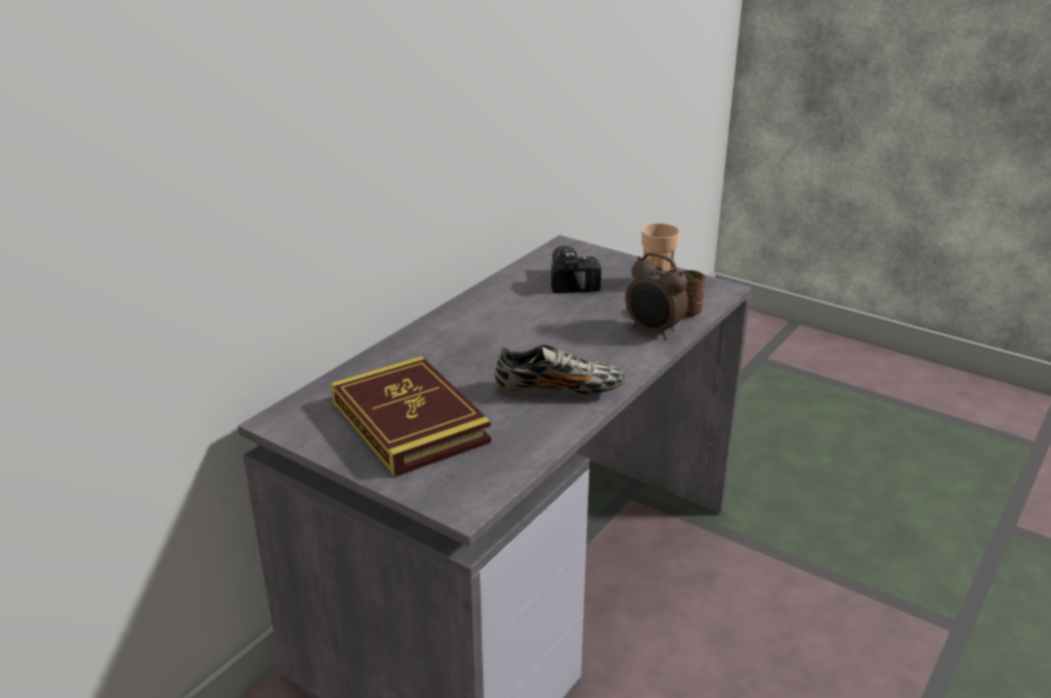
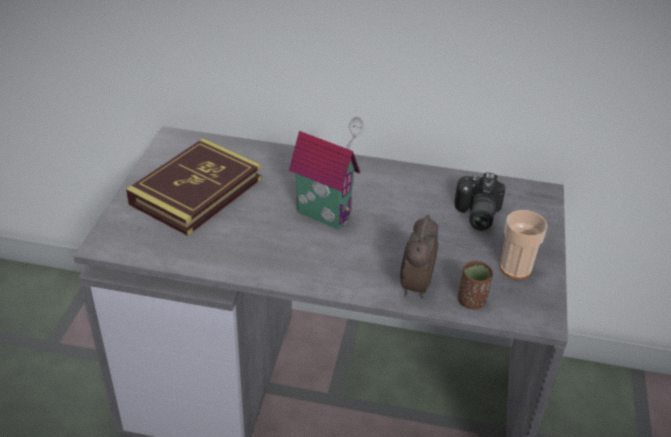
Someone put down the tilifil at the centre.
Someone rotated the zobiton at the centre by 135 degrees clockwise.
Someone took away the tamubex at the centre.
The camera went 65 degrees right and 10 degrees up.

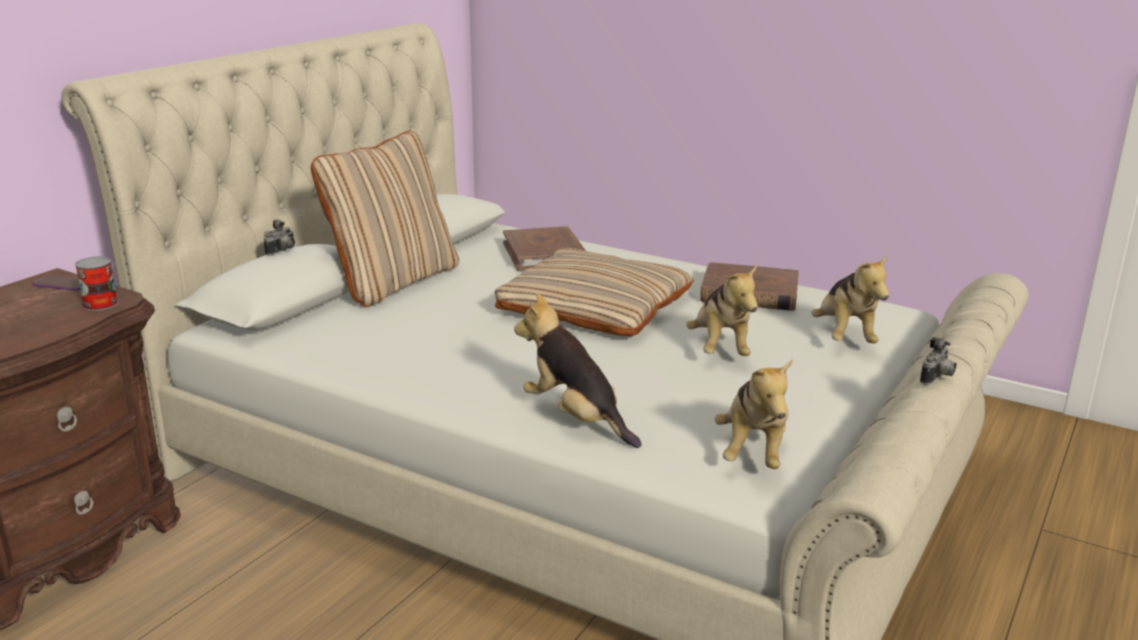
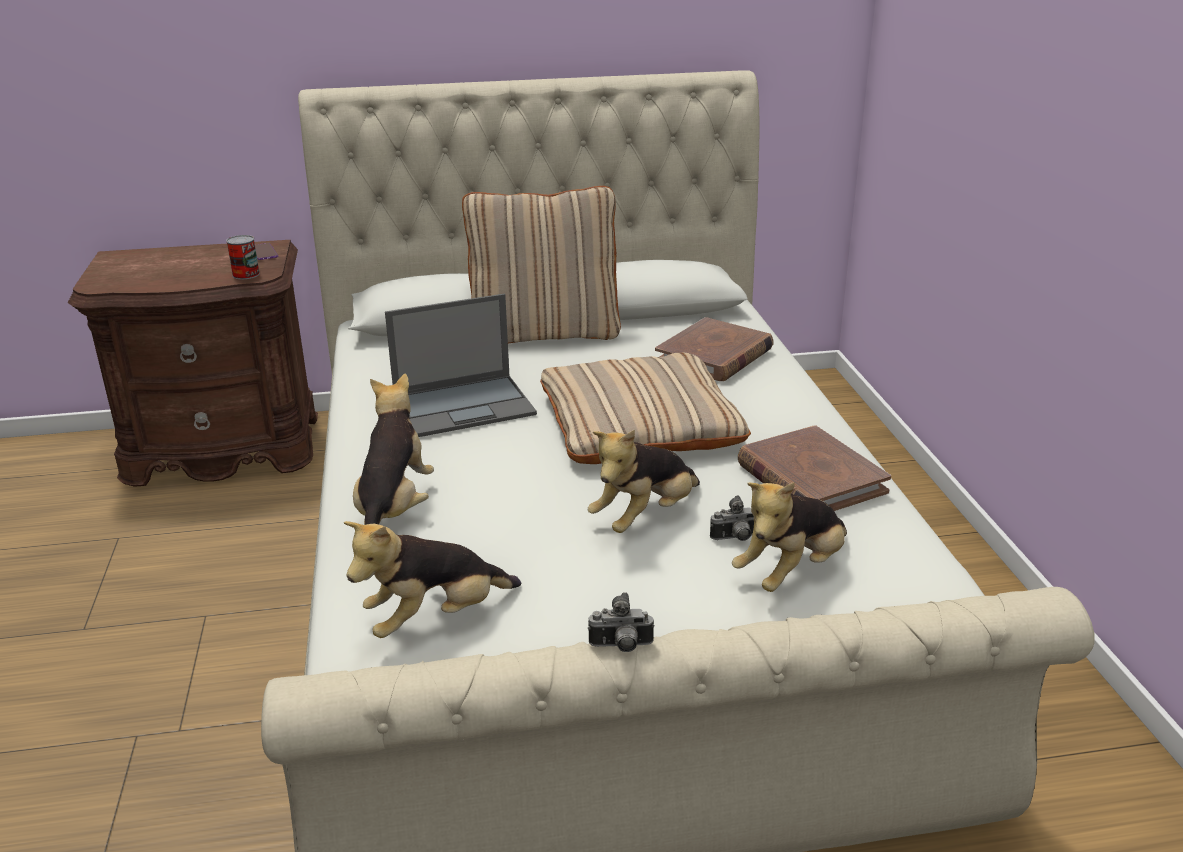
Someone put down the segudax at the centre.
Someone carried the zobiton (no. 1 from left in the first image) from the middle left to the centre.
The camera went 50 degrees right and 5 degrees up.

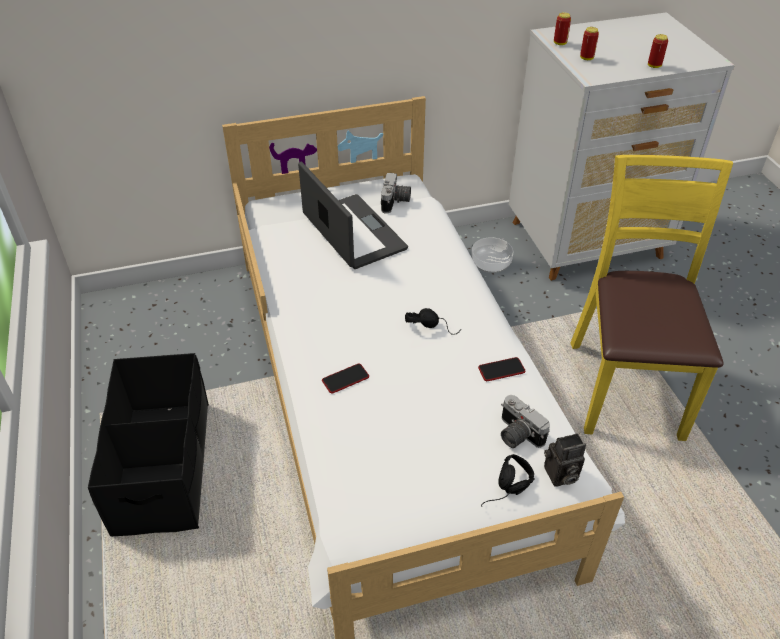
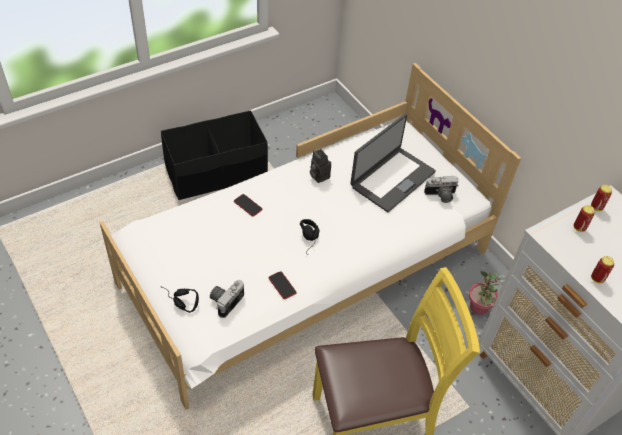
Someone carried the zobiton (no. 3 from left in the first image) from the bottom right to the centre.
Someone swapped the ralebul at the centre for the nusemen at the bottom right.
The camera went 70 degrees right and 5 degrees up.

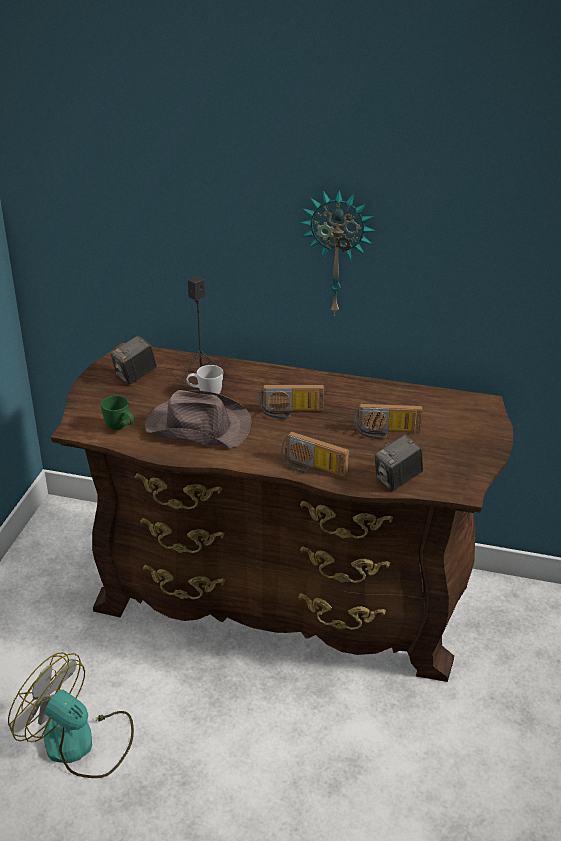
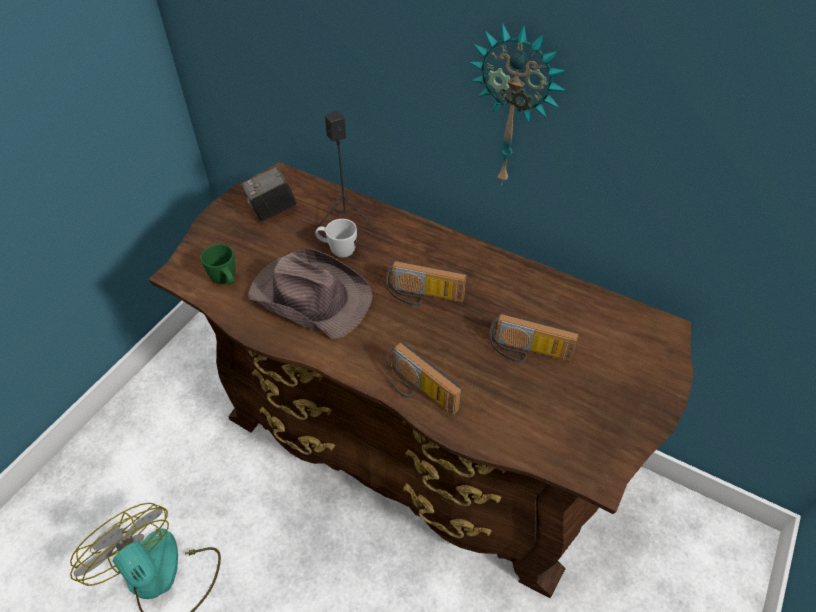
Someone took away the zobiton (no. 2 from left) at the middle right.
The camera went 15 degrees right and 15 degrees up.

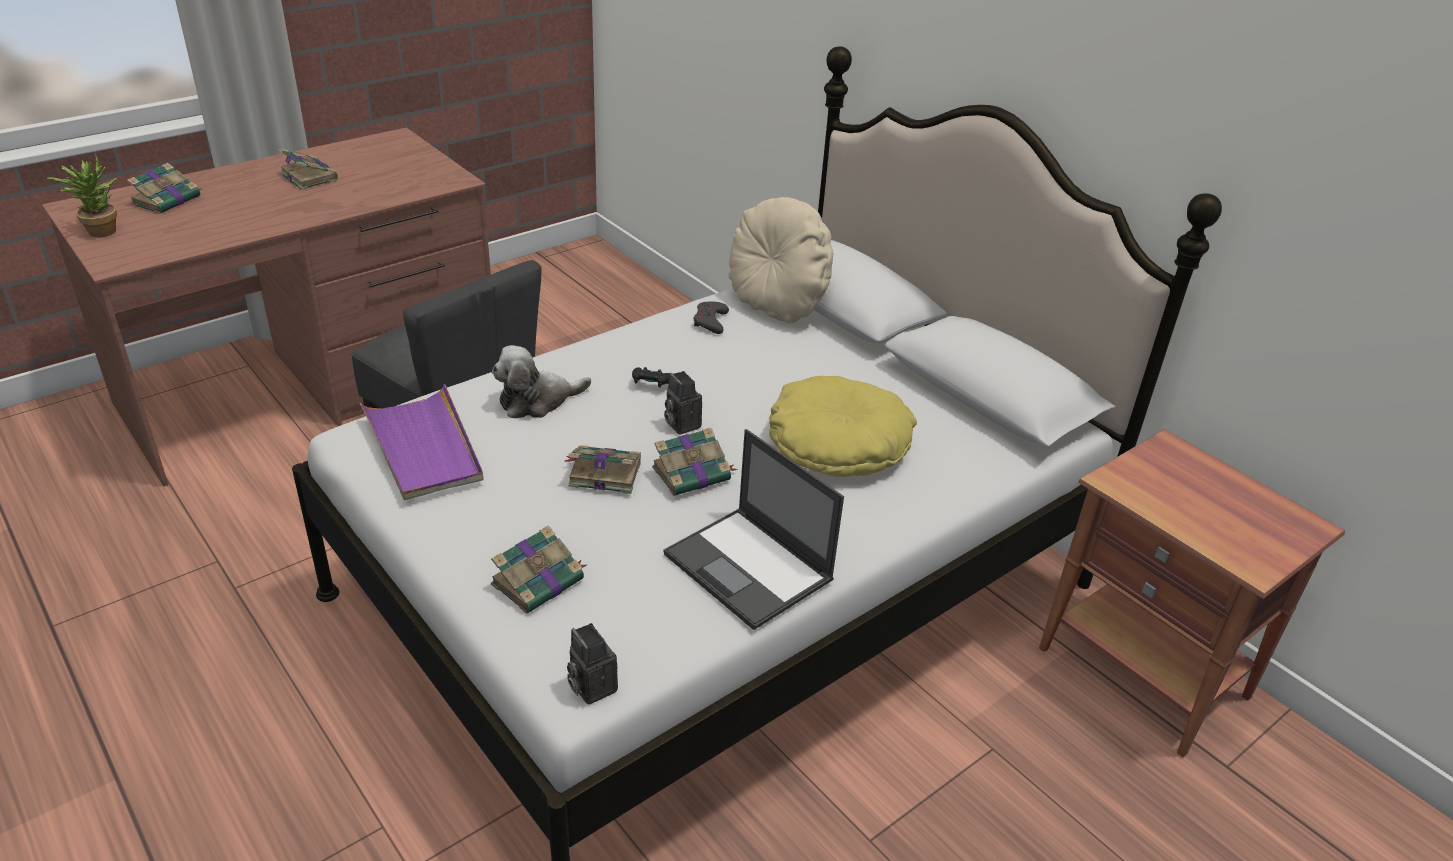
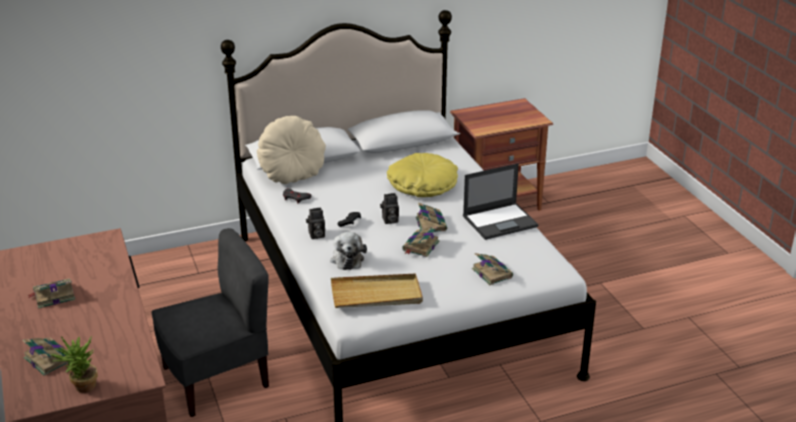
Someone carried the zobiton (no. 1 from left) from the bottom centre to the centre.
Someone repainted the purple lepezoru at the middle left, which became the beige lepezoru at the bottom centre.
The camera went 70 degrees left and 5 degrees down.

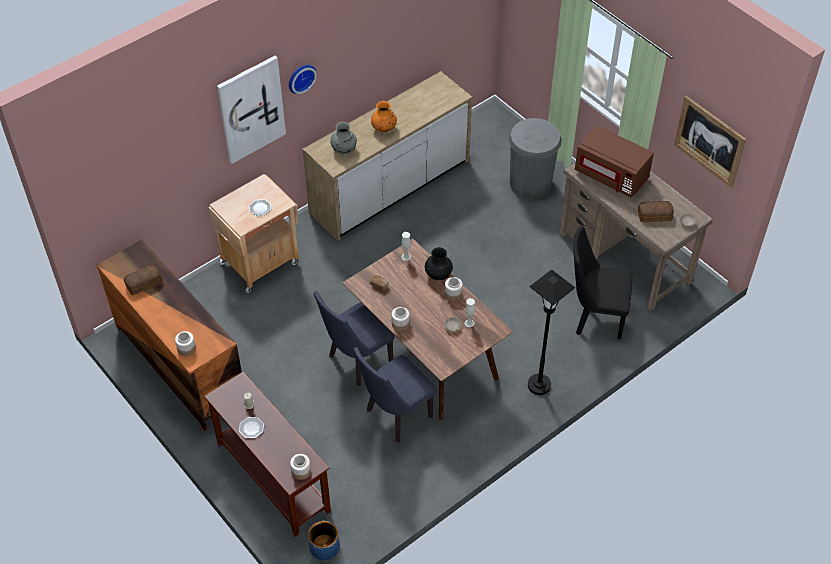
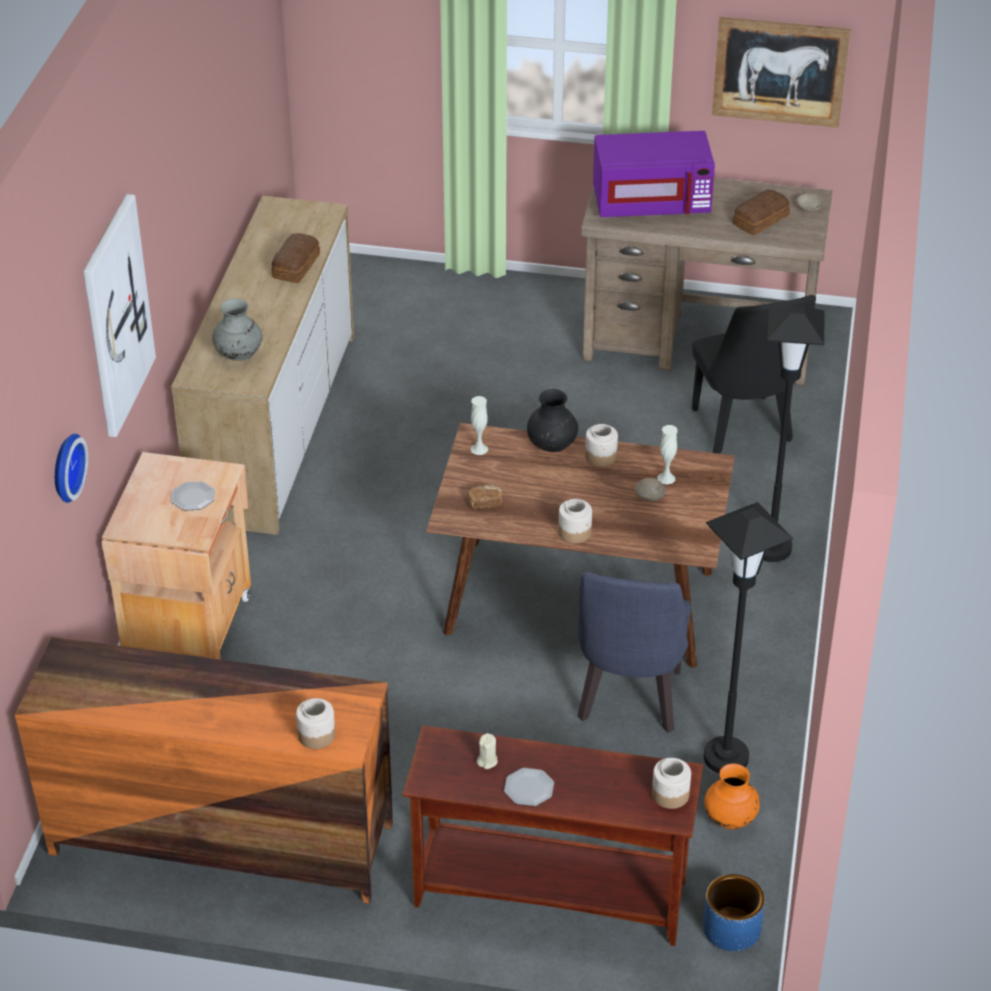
Someone carried the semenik from the top centre to the middle left.
Someone carried the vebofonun (no. 1 from left) from the middle left to the top left.
Someone repainted the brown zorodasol at the top right, which became the purple zorodasol at the top centre.
Someone rotated the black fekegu at the middle right by 75 degrees counterclockwise.
Someone put down the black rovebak (no. 1 from left) at the middle right.
Someone carried the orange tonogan from the top centre to the bottom right.
Someone took away the blue fekegu (no. 1 from left) at the centre.
Someone took away the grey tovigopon at the top centre.
The camera went 40 degrees left and 10 degrees down.

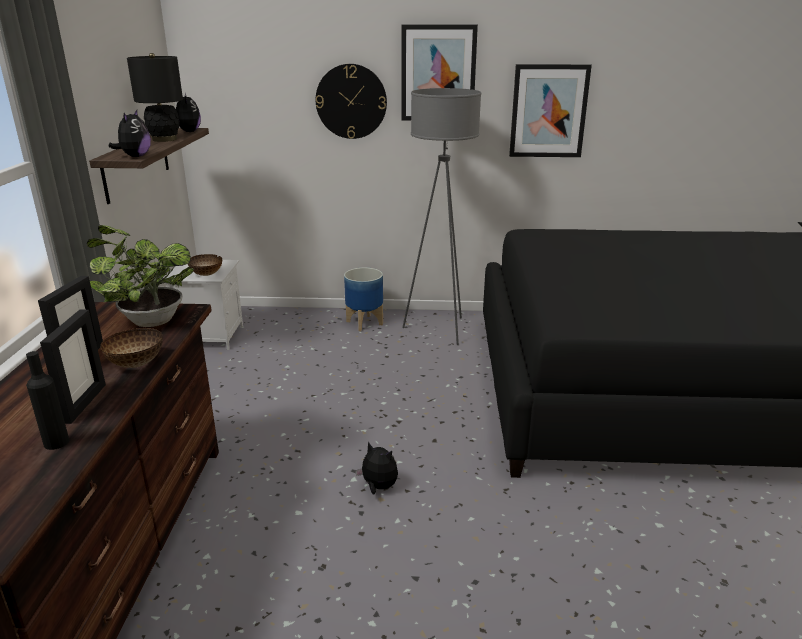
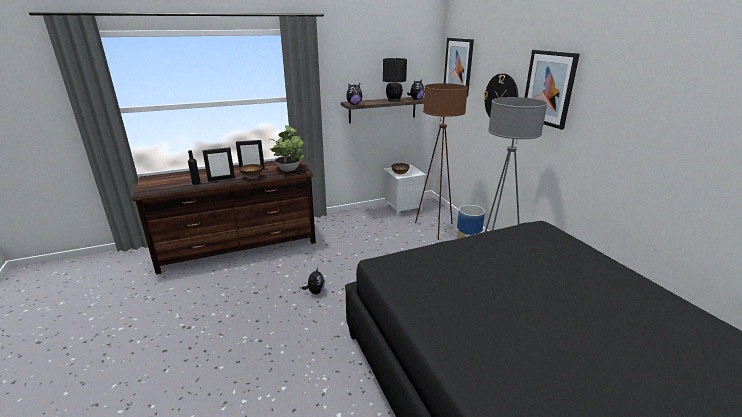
Someone put down the brown rovebak at the centre.
Someone carried the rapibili (no. 2 from left in the first image) from the top right to the top centre.
The camera went 65 degrees right and 0 degrees up.

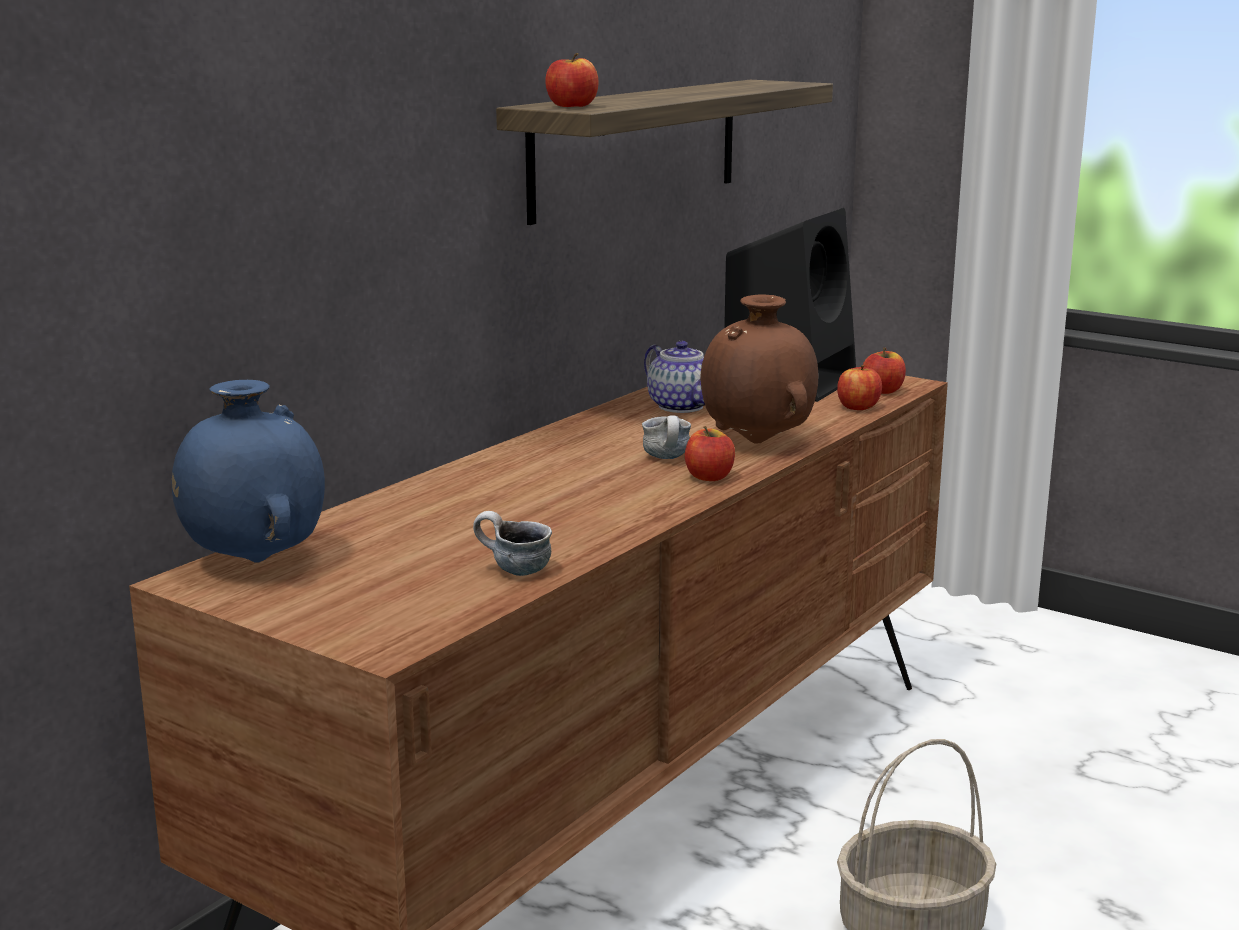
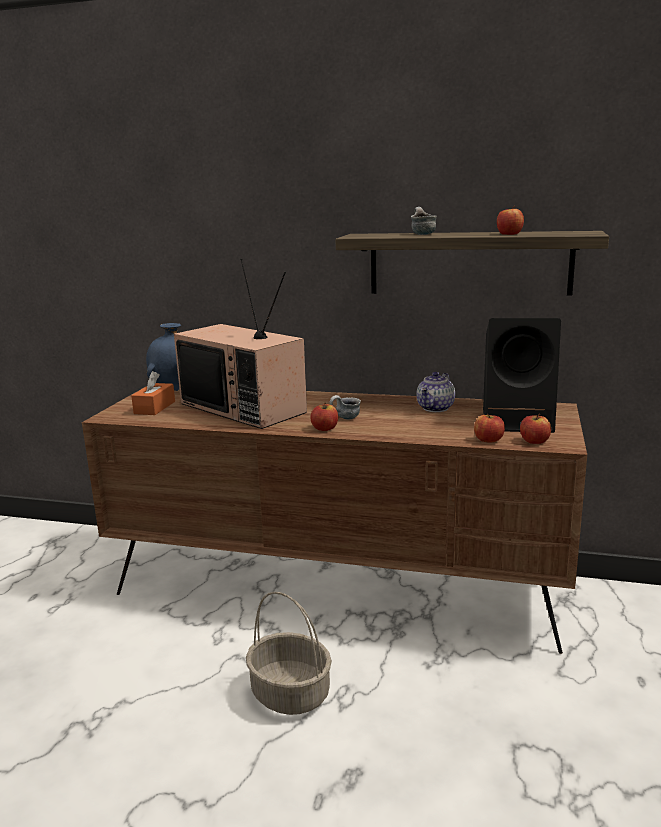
Someone put down the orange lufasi at the middle left.
Someone put down the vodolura at the centre.
Someone carried the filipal (no. 1 from left in the first image) from the centre to the top centre.
Someone carried the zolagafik (no. 1 from left in the first image) from the top centre to the top right.
Someone took away the brown tonogan at the centre.
The camera went 70 degrees right and 0 degrees up.

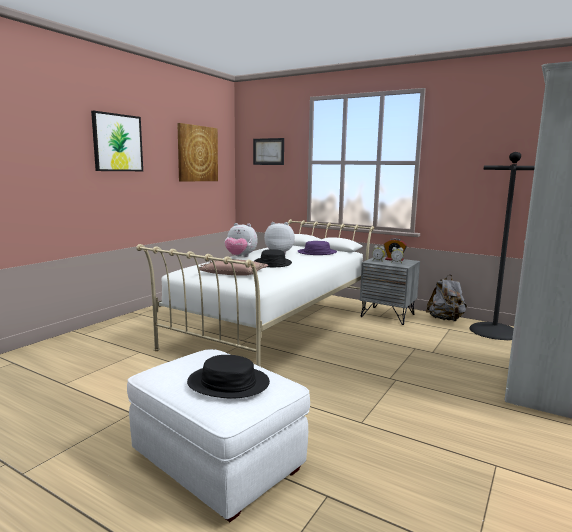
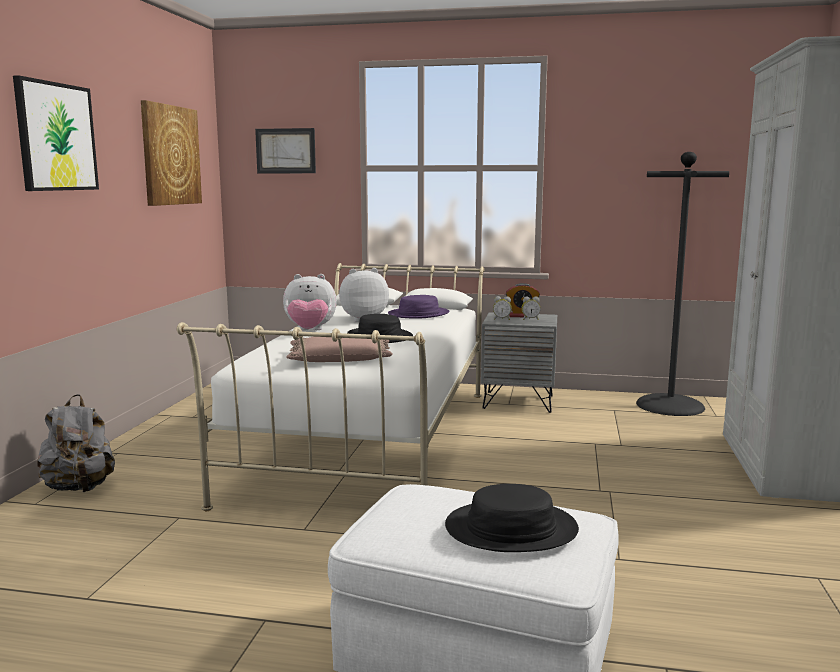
Someone carried the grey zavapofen from the middle right to the middle left.
The camera went 20 degrees left and 0 degrees up.

